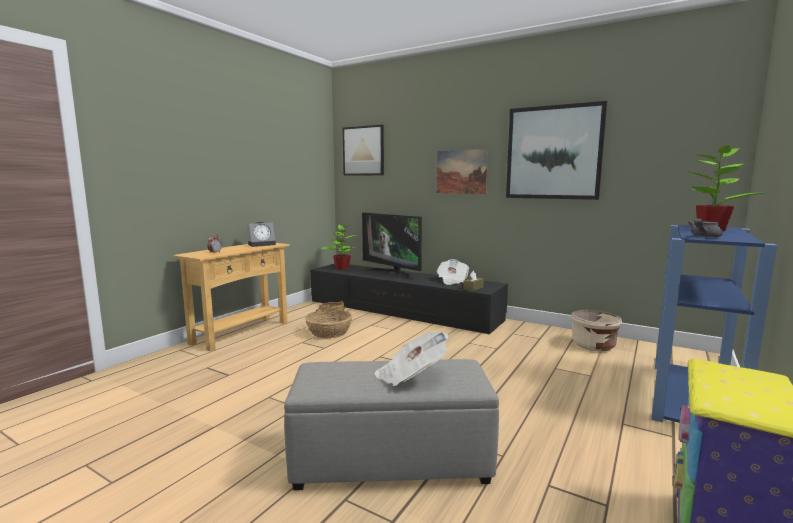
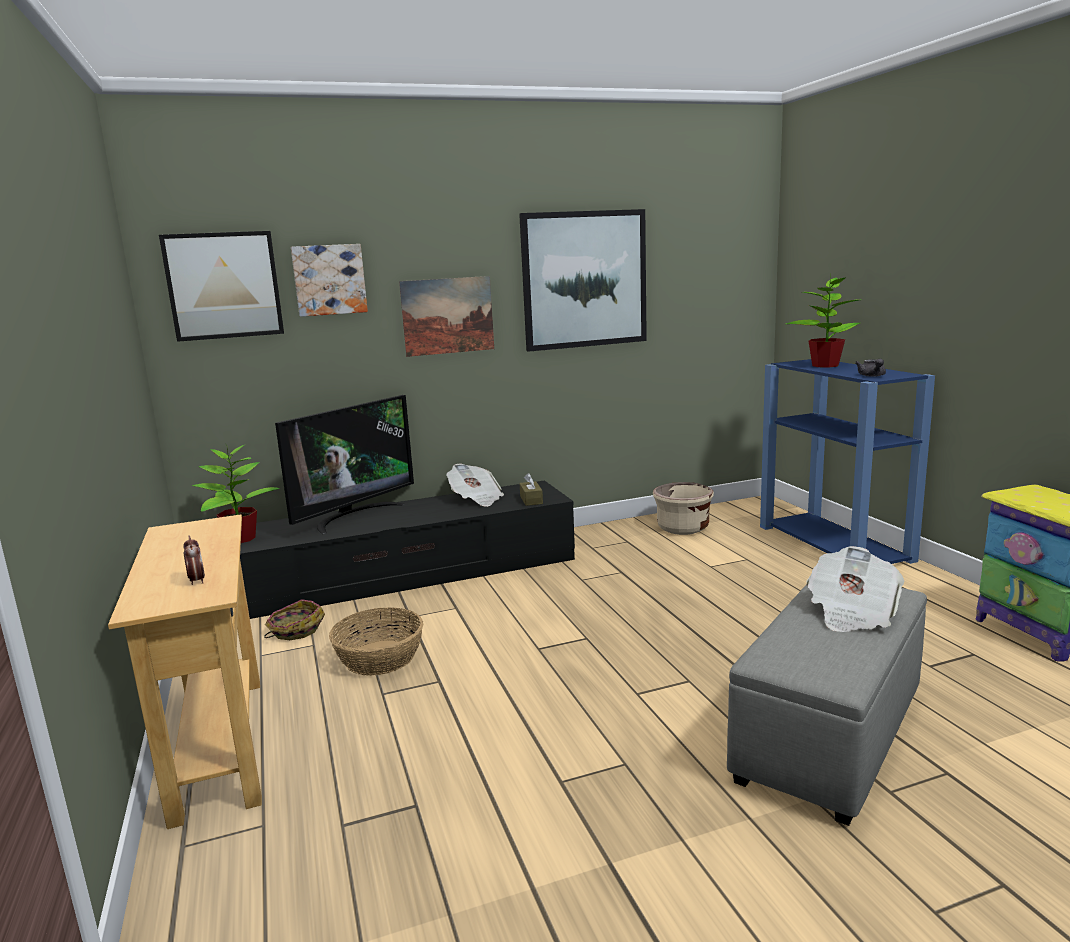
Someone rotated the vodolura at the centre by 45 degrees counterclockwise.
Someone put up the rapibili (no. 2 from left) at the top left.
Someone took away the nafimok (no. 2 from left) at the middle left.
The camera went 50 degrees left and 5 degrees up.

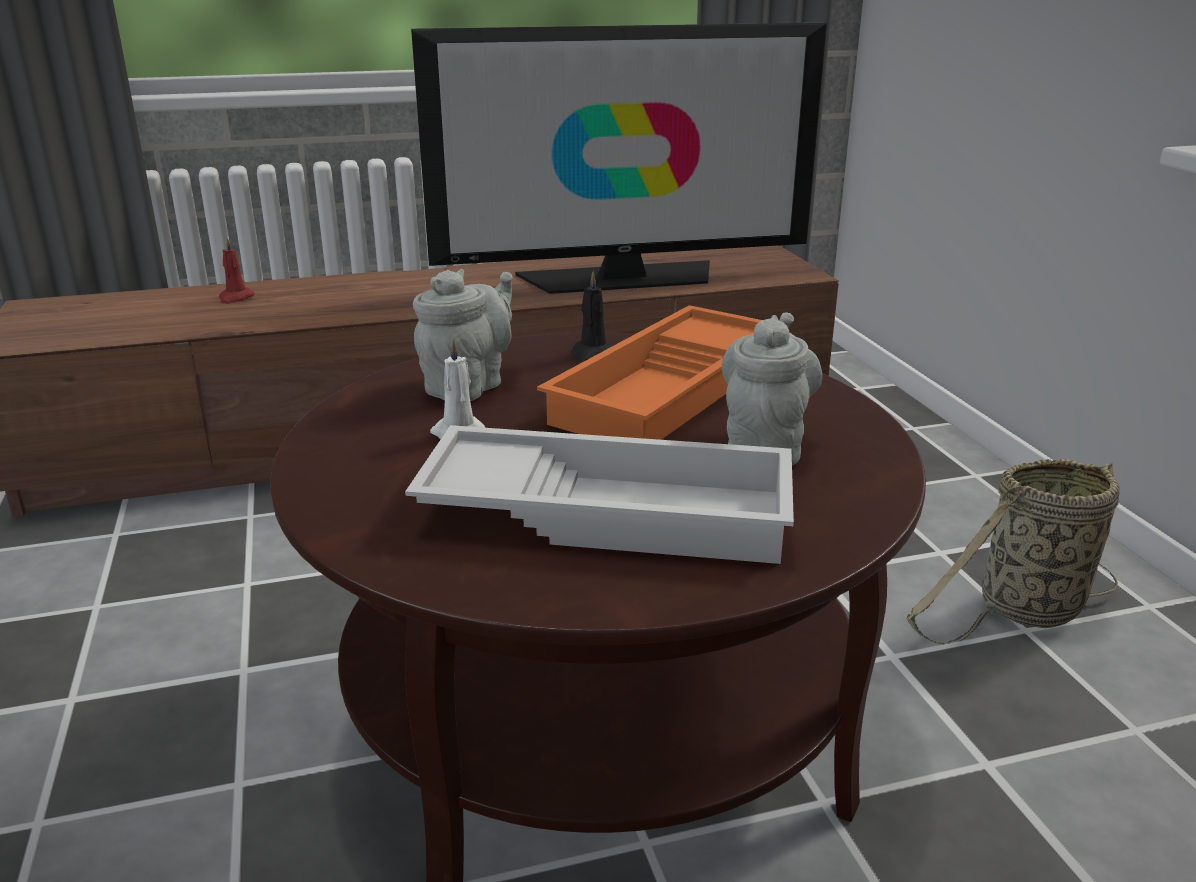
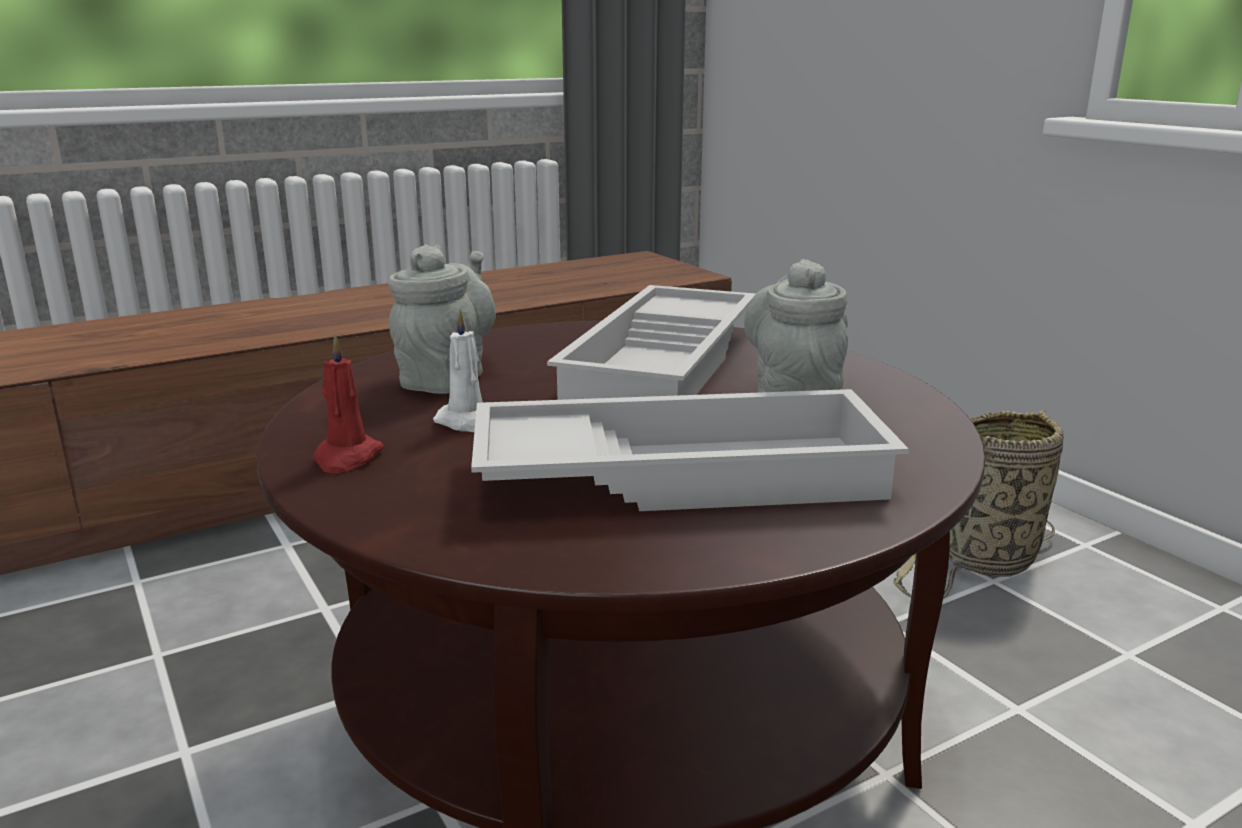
Someone carried the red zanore from the top left to the middle left.
Someone repainted the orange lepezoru at the centre, which became the white lepezoru (no. 1 from left) at the centre.
Someone took away the vodolura at the top centre.
Someone took away the black zanore at the centre.
The camera went 15 degrees left and 5 degrees down.

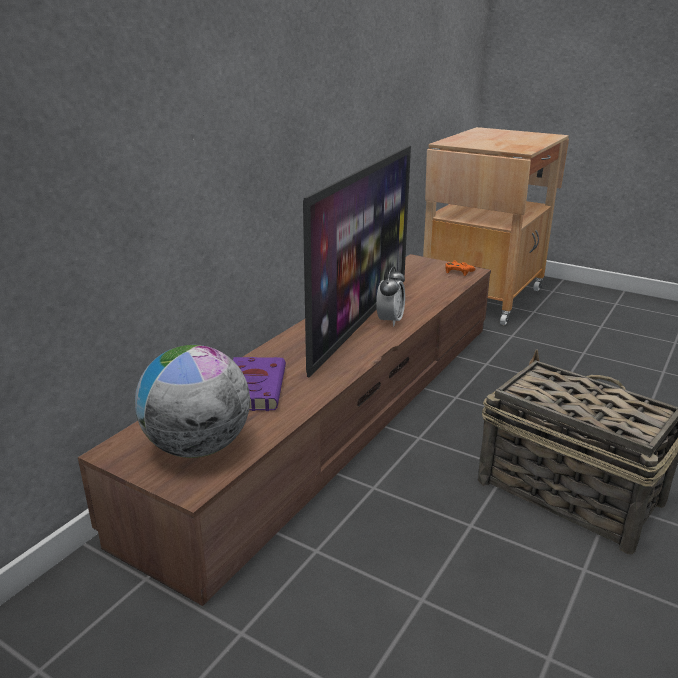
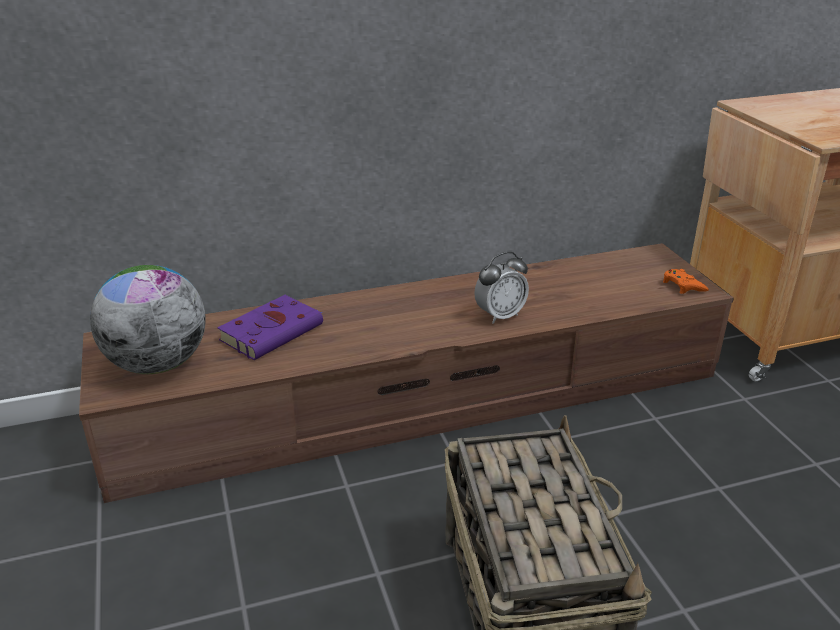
Someone took away the vodolura at the centre.
The camera went 40 degrees right and 5 degrees up.

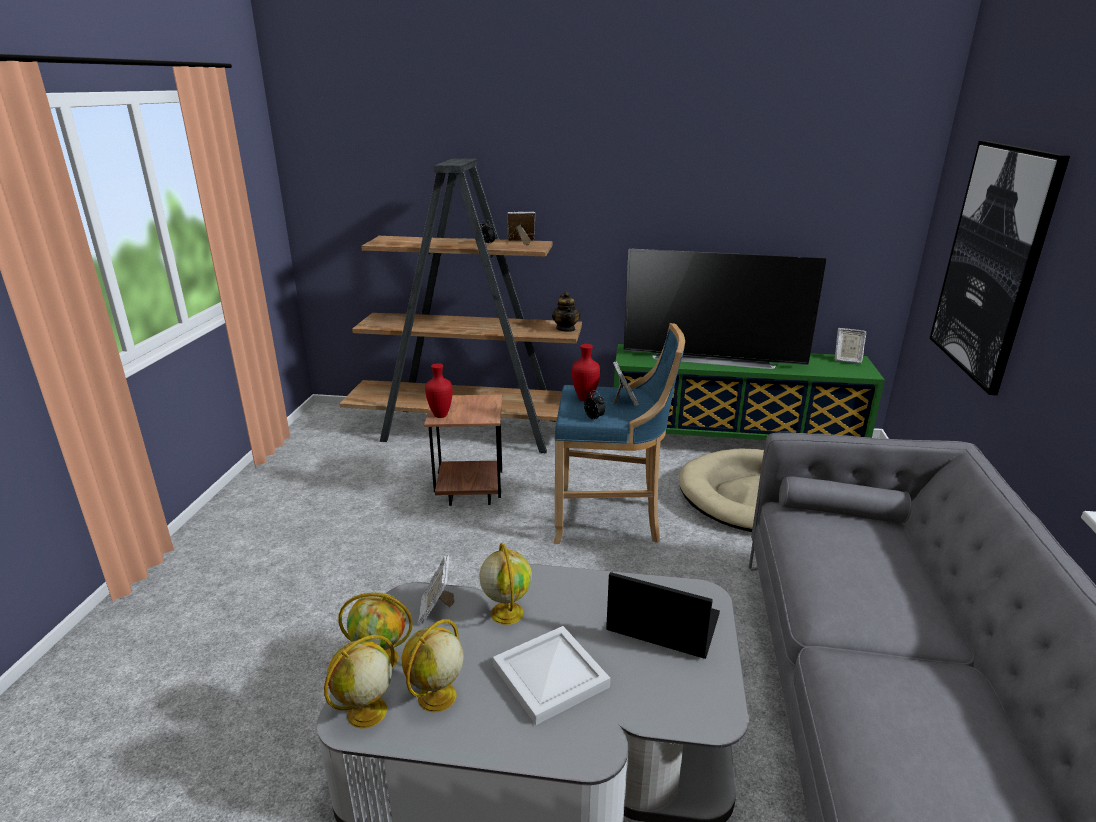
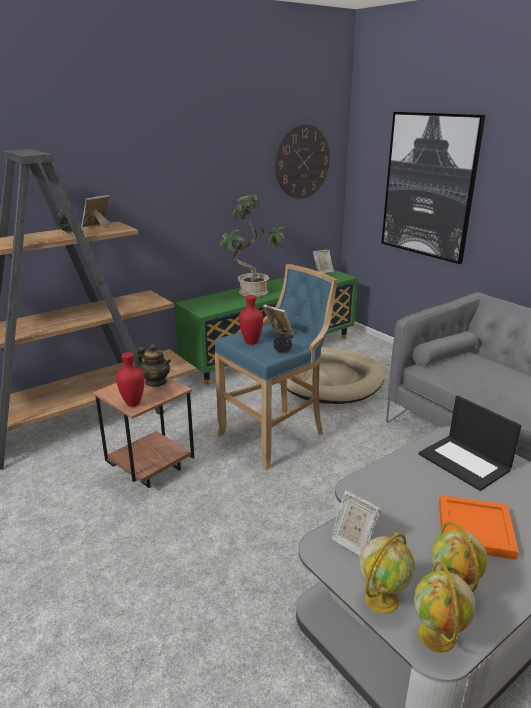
Someone carried the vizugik from the centre to the middle left.
Someone swapped the vodolura at the centre for the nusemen at the centre.
Someone put up the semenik at the top centre.
Someone rotated the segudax at the bottom centre by 105 degrees counterclockwise.
Someone repainted the white lepezoru at the bottom centre, which became the orange lepezoru at the bottom right.
Someone took away the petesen (no. 4 from left) at the bottom centre.
The camera went 45 degrees left and 0 degrees up.

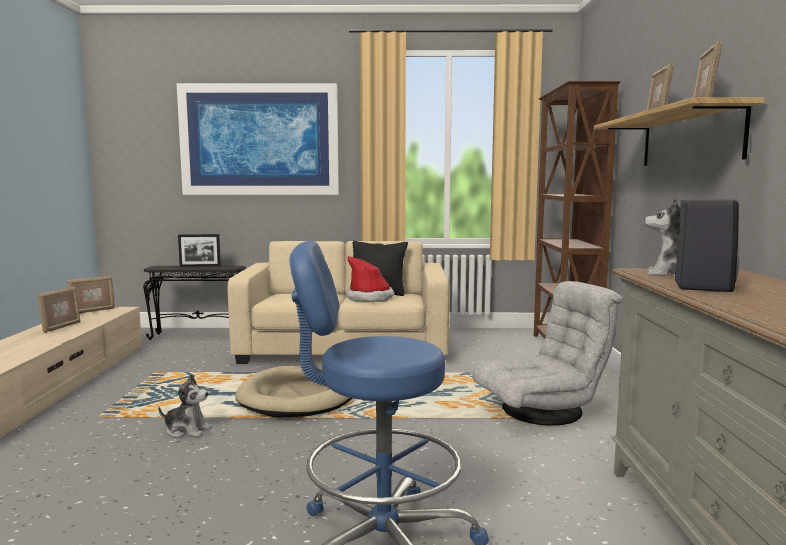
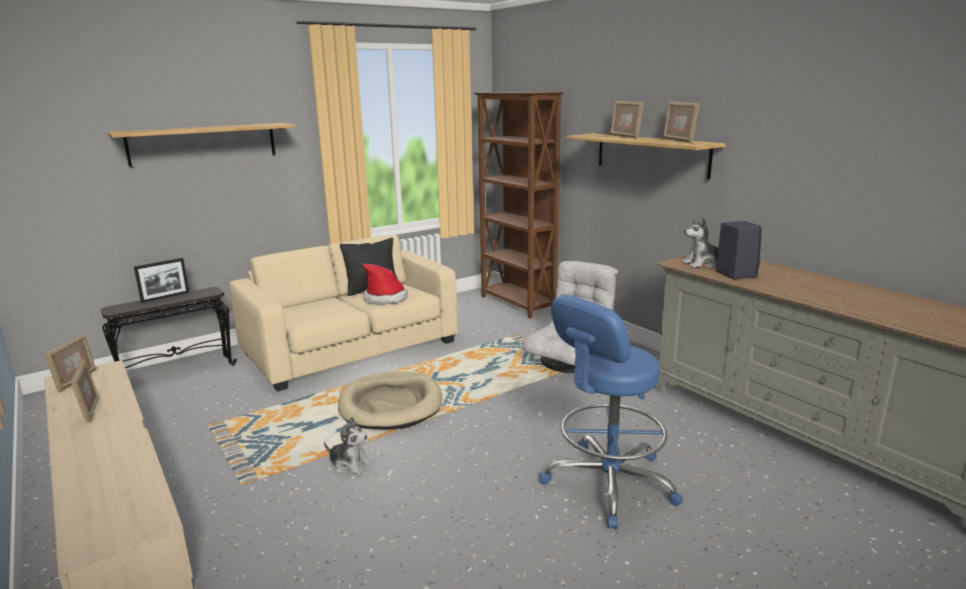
Someone swapped the rapibili at the top left for the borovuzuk (no. 1 from left) at the top left.
Someone rotated the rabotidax (no. 1 from left) at the bottom left by 45 degrees clockwise.
The camera went 35 degrees left and 10 degrees up.

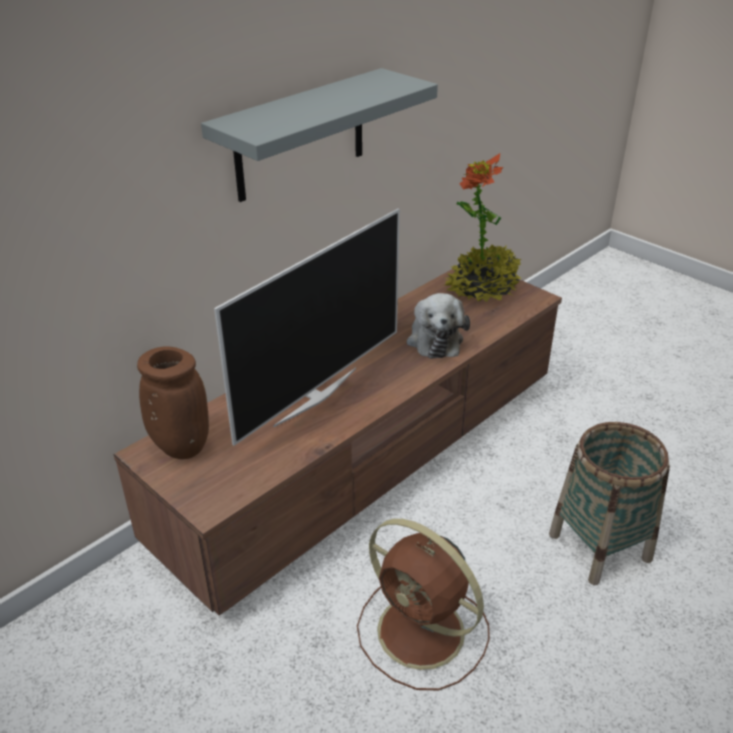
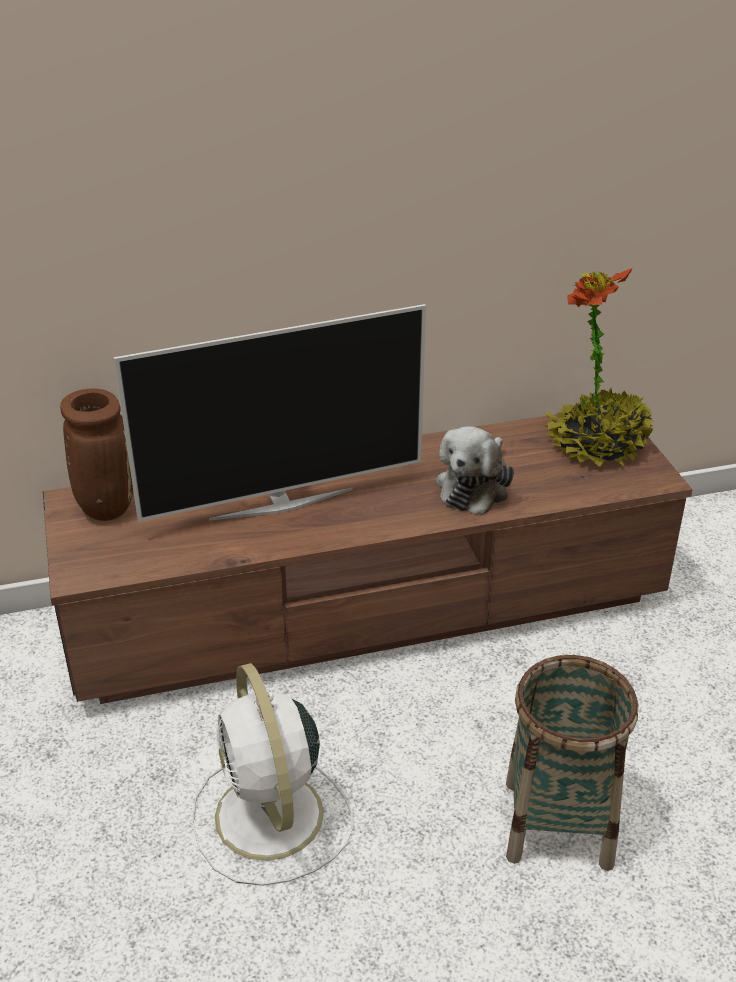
Someone repainted the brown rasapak at the bottom centre, which became the white rasapak at the bottom centre.
Someone took away the grey borovuzuk at the top centre.
The camera went 30 degrees right and 0 degrees up.

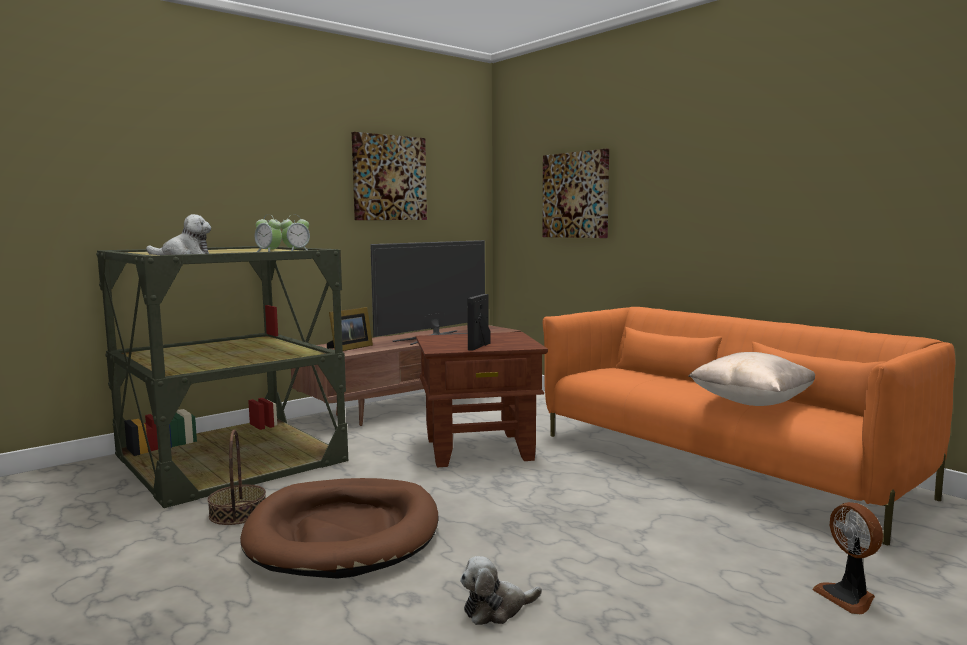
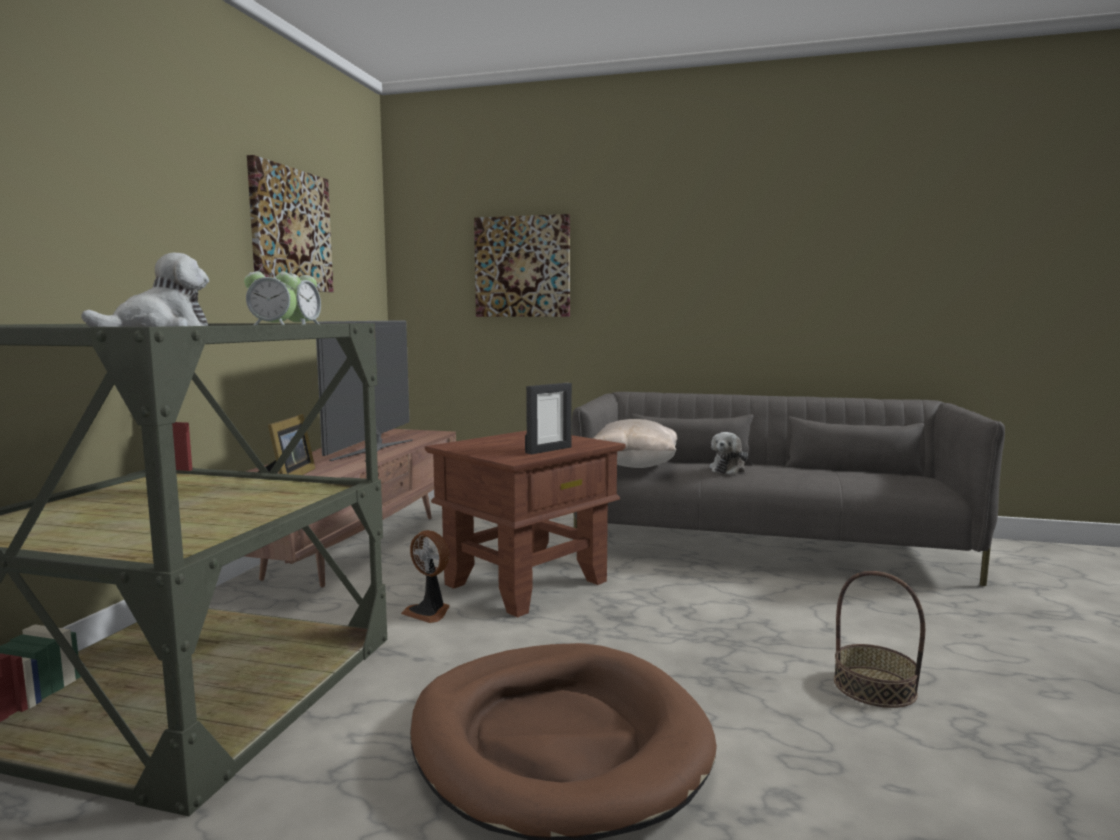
Someone carried the rasapak from the bottom right to the bottom centre.
Someone rotated the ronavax (no. 2 from left) at the centre by 120 degrees counterclockwise.
Someone repainted the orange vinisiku at the middle right, which became the grey vinisiku at the middle right.
Someone carried the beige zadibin from the middle right to the centre.
Someone carried the rabotidax (no. 2 from left) from the bottom centre to the centre.
Someone carried the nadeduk from the bottom left to the bottom right.
The camera went 35 degrees left and 0 degrees up.

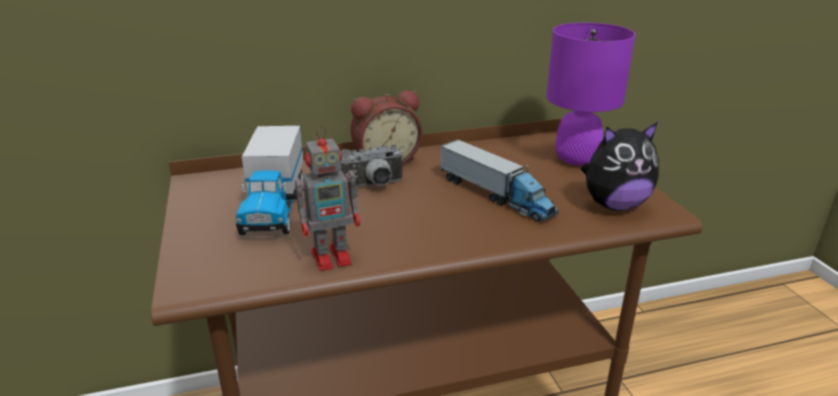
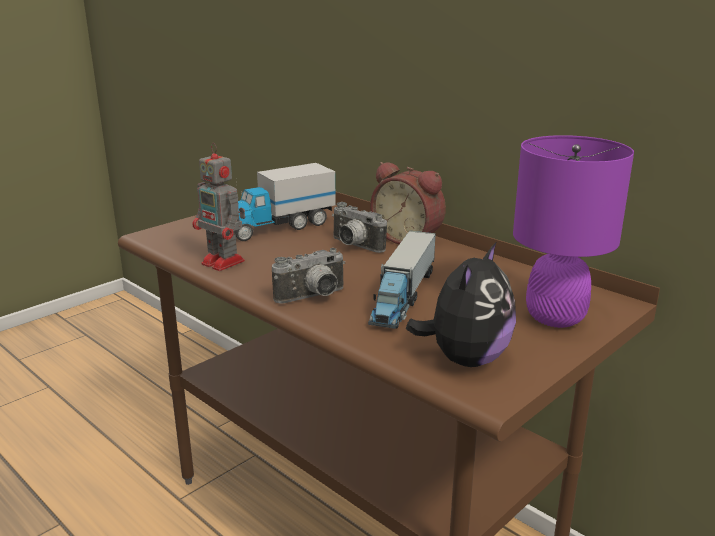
Someone put down the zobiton (no. 1 from left) at the centre.
Someone rotated the rabotidax at the middle right by 105 degrees counterclockwise.
The camera went 60 degrees right and 5 degrees down.

